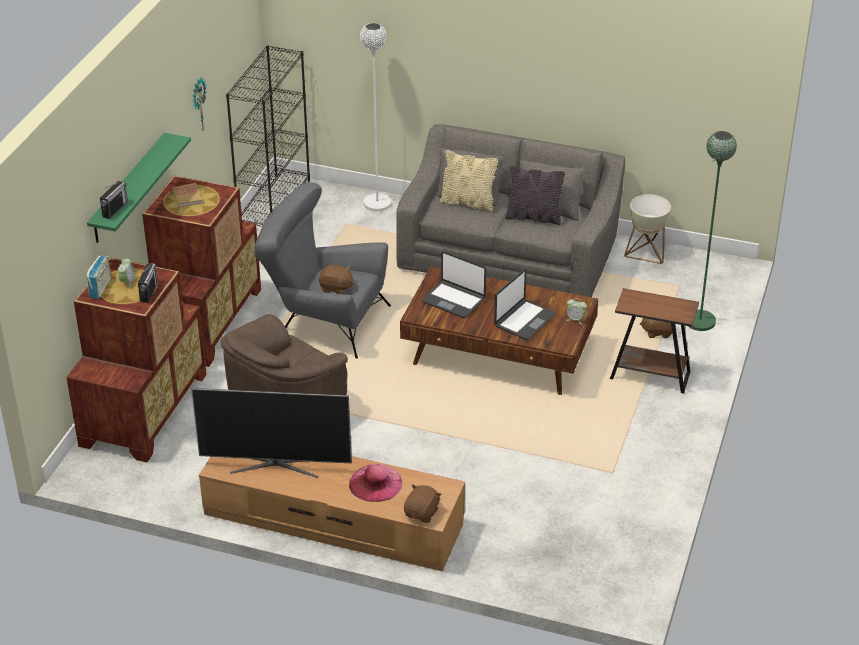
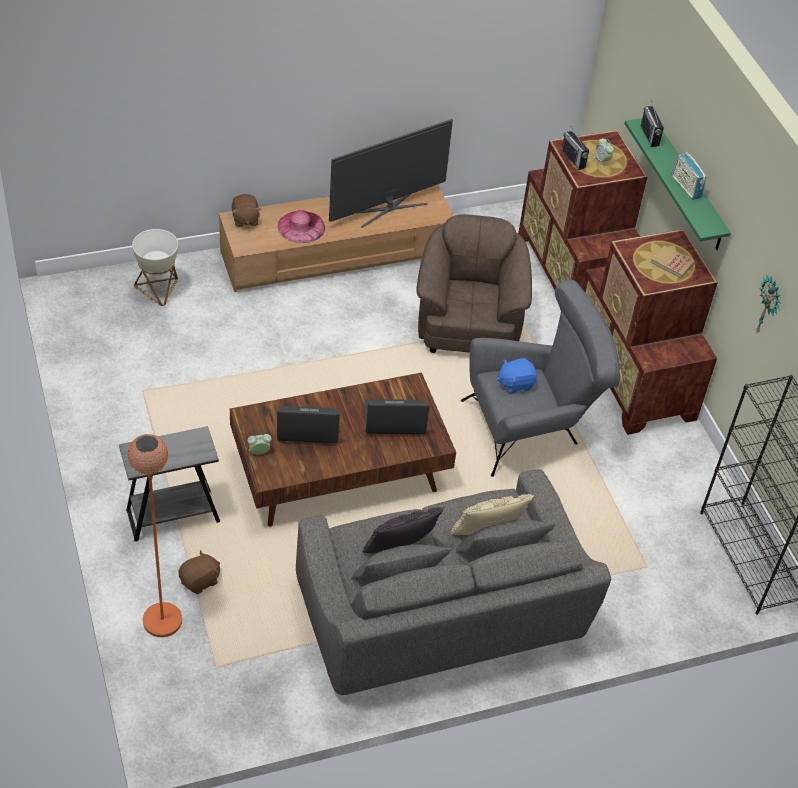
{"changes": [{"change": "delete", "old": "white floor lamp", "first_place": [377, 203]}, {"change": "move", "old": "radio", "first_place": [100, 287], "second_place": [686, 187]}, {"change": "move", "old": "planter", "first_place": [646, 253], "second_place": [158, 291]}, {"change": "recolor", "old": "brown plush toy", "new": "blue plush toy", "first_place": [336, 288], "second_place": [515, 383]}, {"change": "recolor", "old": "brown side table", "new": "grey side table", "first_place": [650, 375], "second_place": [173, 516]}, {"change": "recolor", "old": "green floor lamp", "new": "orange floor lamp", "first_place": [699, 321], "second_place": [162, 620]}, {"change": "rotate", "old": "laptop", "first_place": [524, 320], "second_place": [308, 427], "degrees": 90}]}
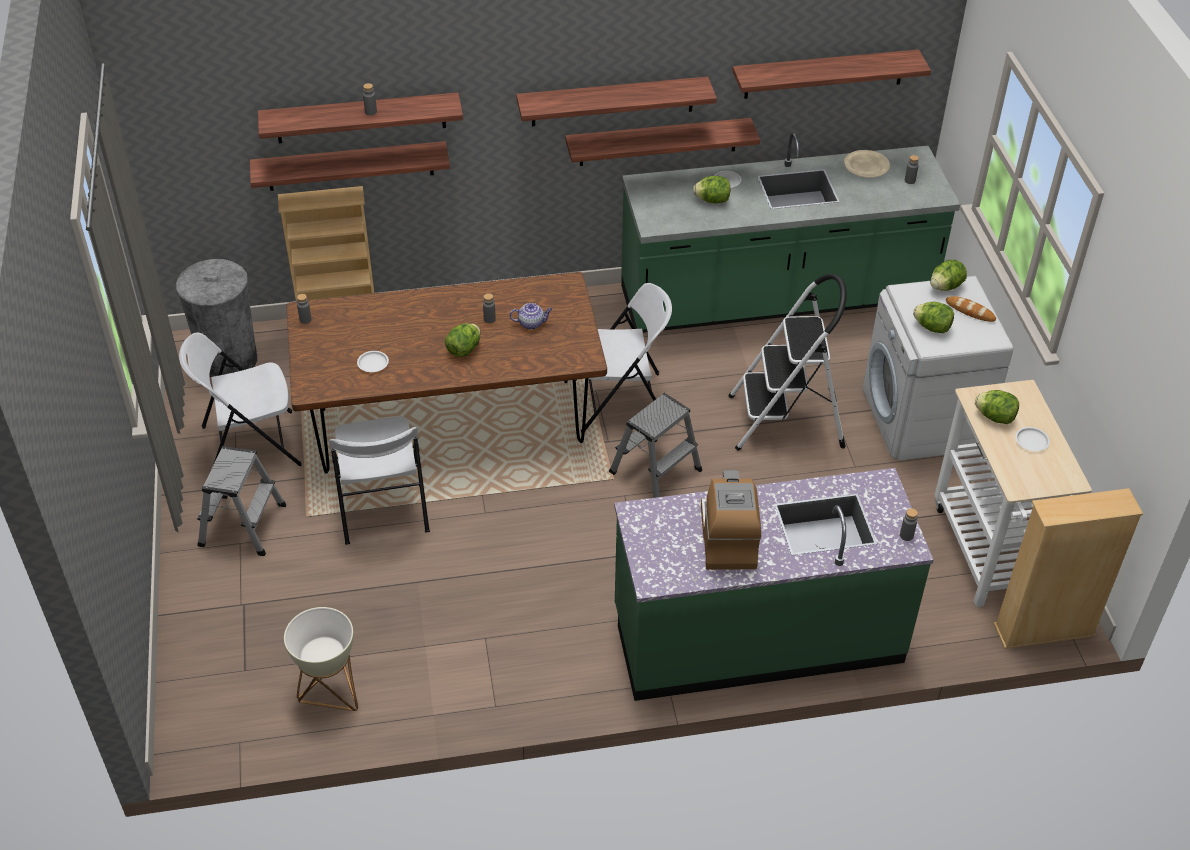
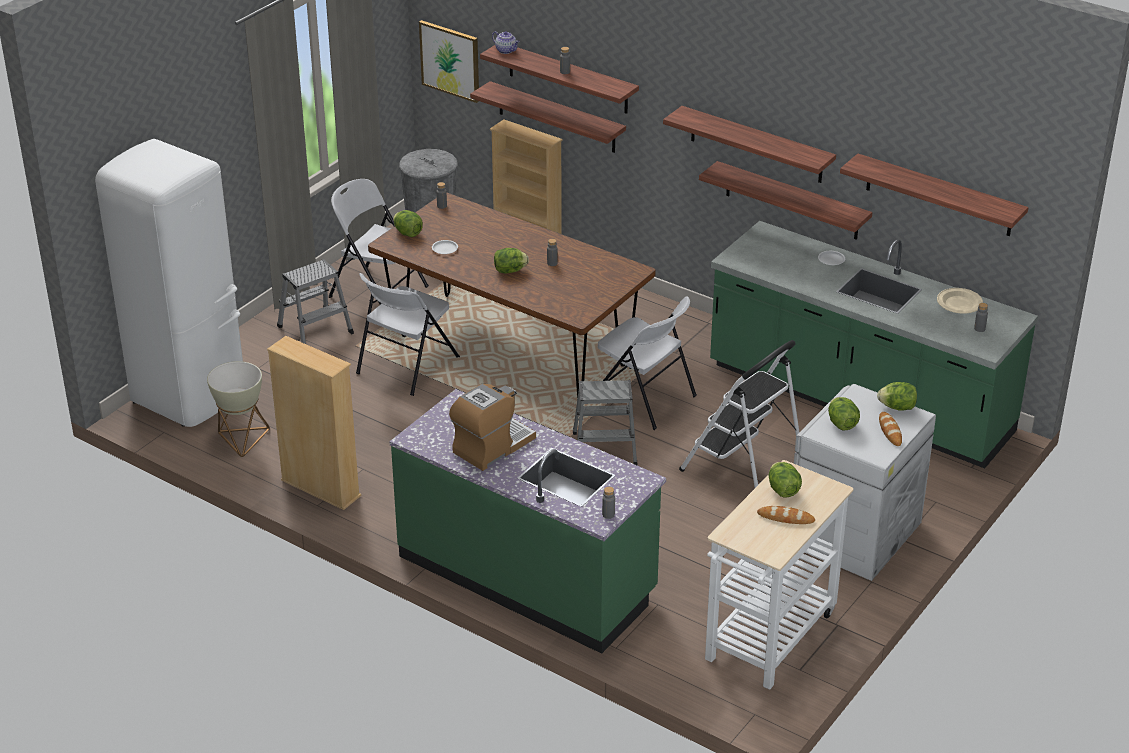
{"changes": [{"change": "insert", "new": "white fridge", "second_place": [193, 396]}, {"change": "insert", "new": "picture", "second_place": [450, 60]}, {"change": "move", "old": "teapot", "first_place": [531, 323], "second_place": [506, 50]}, {"change": "move", "old": "lettuce", "first_place": [712, 200], "second_place": [408, 233]}, {"change": "move", "old": "beige bookcase", "first_place": [1043, 630], "second_place": [320, 488]}, {"change": "replace", "old": "white plate", "new": "bread", "first_place": [1031, 441], "second_place": [785, 518]}]}
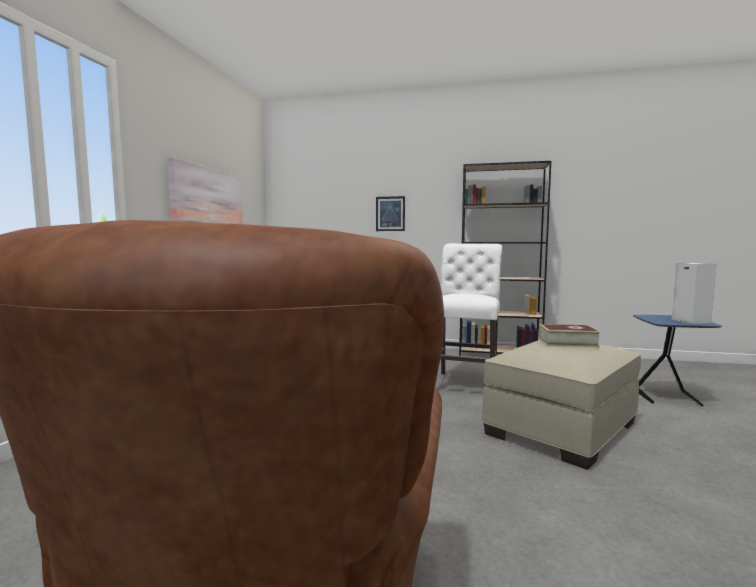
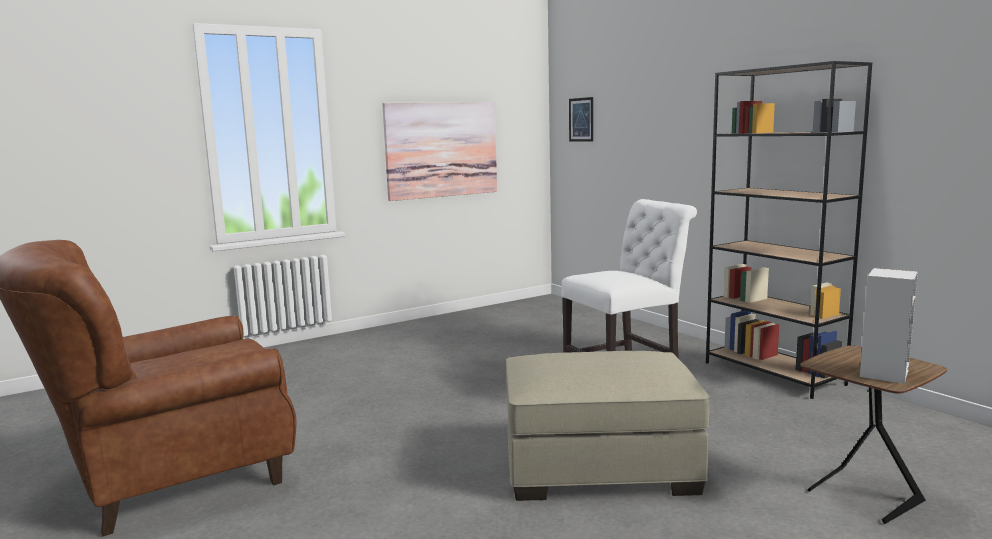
{"changes": [{"change": "delete", "old": "book", "first_place": [567, 342]}, {"change": "move", "old": "picture", "first_place": [390, 213], "second_place": [581, 119]}, {"change": "recolor", "old": "blue side table", "new": "brown side table", "first_place": [668, 398], "second_place": [862, 496]}]}
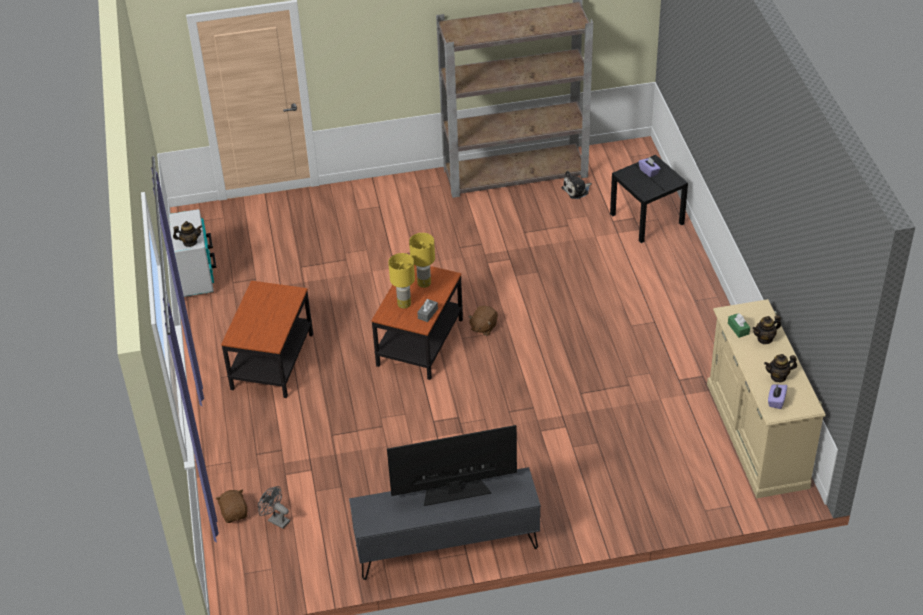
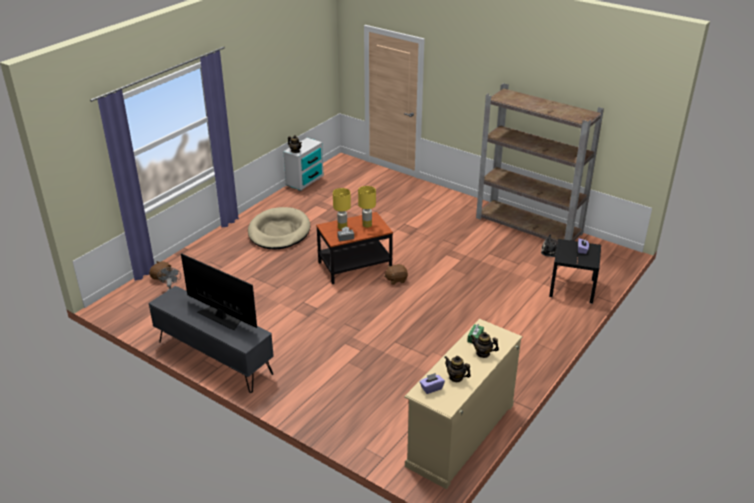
{"changes": [{"change": "replace", "old": "side table", "new": "beige dog bed", "first_place": [272, 361], "second_place": [279, 232]}]}
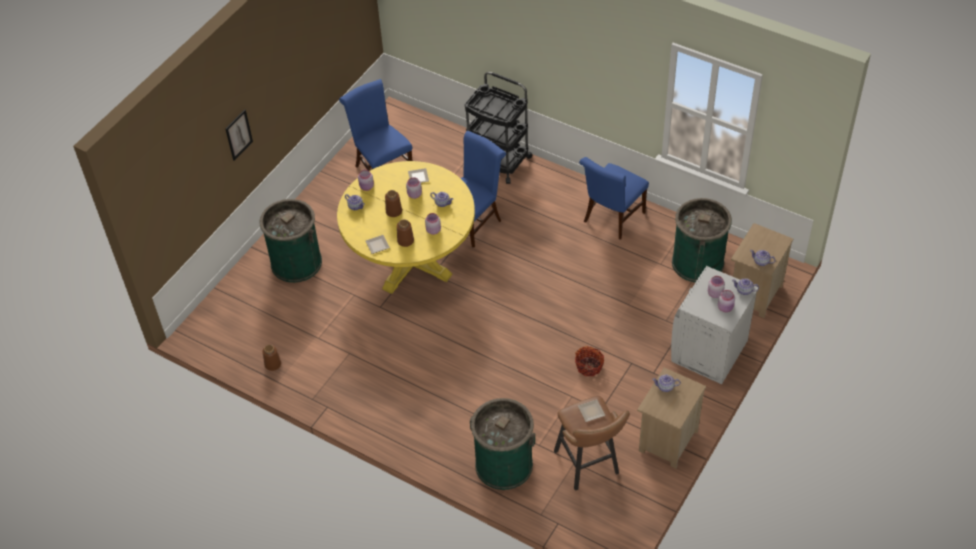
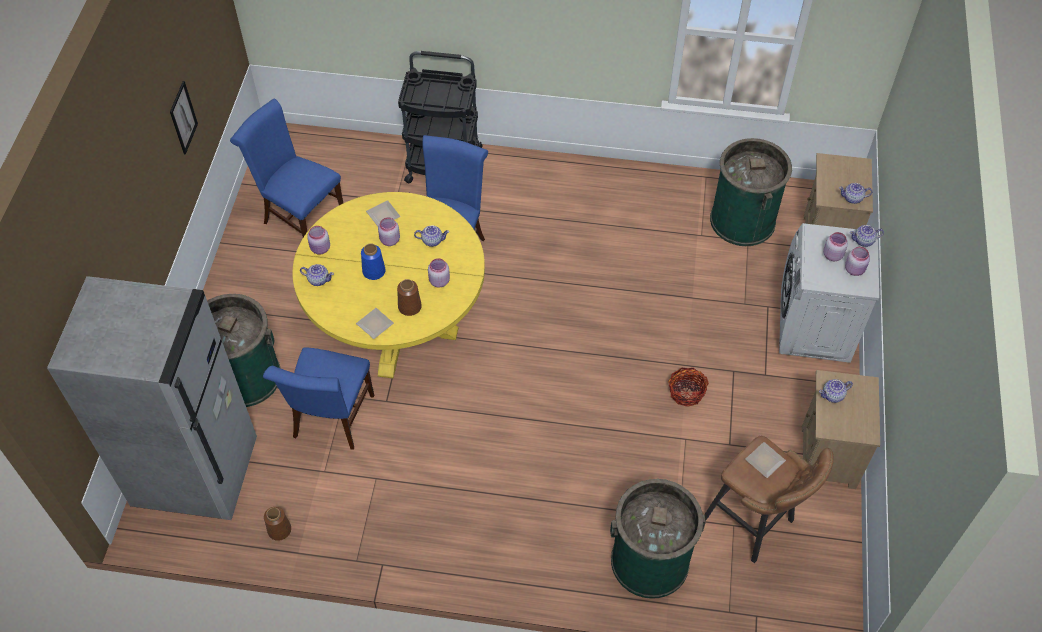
{"changes": [{"change": "insert", "new": "grey fridge", "second_place": [194, 469]}, {"change": "move", "old": "picture", "first_place": [238, 135], "second_place": [183, 118]}, {"change": "move", "old": "blue chair", "first_place": [612, 219], "second_place": [331, 420]}, {"change": "recolor", "old": "brown vase", "new": "blue vase", "first_place": [394, 212], "second_place": [374, 271]}]}
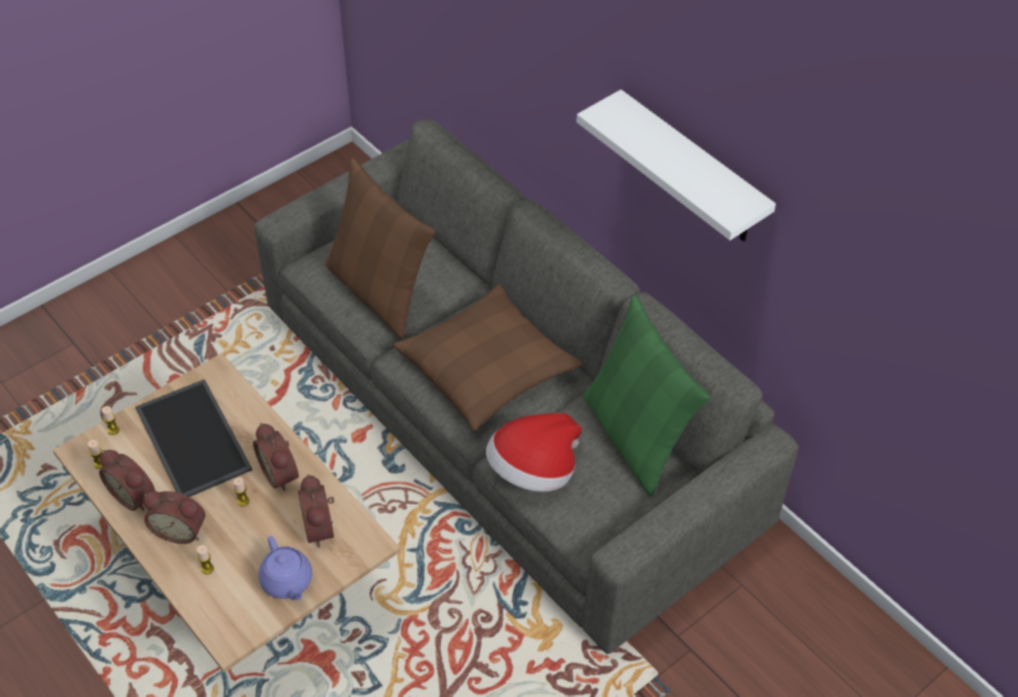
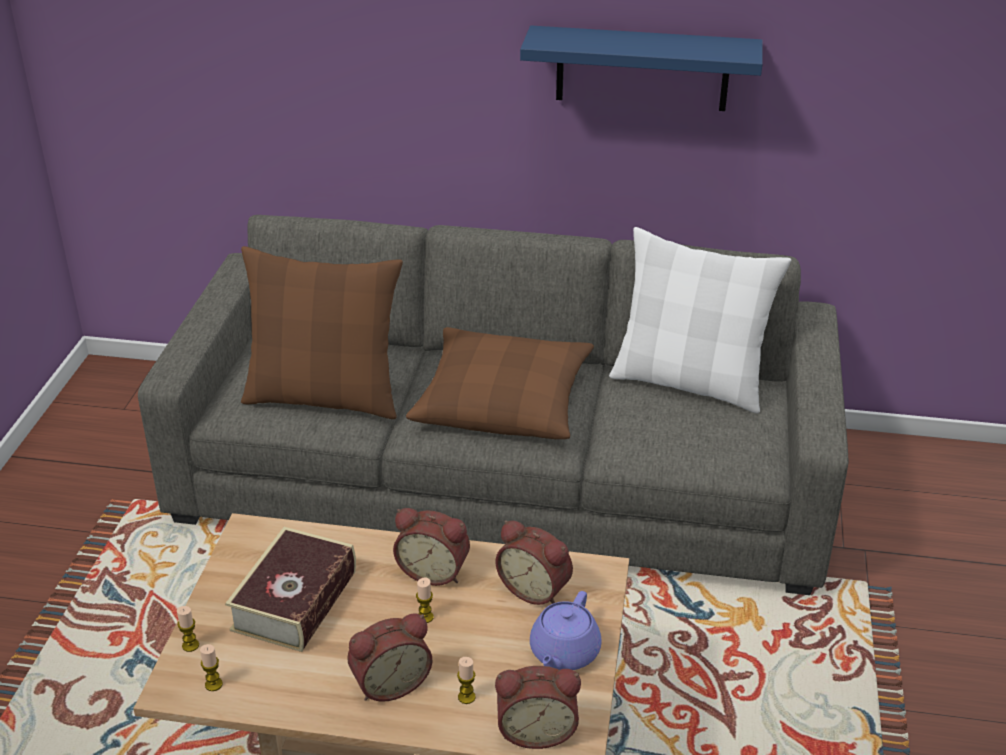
{"changes": [{"change": "delete", "old": "hat", "first_place": [533, 471]}, {"change": "move", "old": "alarm clock", "first_place": [135, 494], "second_place": [536, 729]}, {"change": "replace", "old": "tray", "new": "book", "first_place": [190, 439], "second_place": [295, 600]}, {"change": "recolor", "old": "white shelf", "new": "blue shelf", "first_place": [691, 170], "second_place": [642, 68]}, {"change": "recolor", "old": "green pillow", "new": "white pillow", "first_place": [634, 437], "second_place": [689, 383]}, {"change": "rotate", "old": "purple teapot", "first_place": [287, 581], "second_place": [564, 653], "degrees": 90}]}
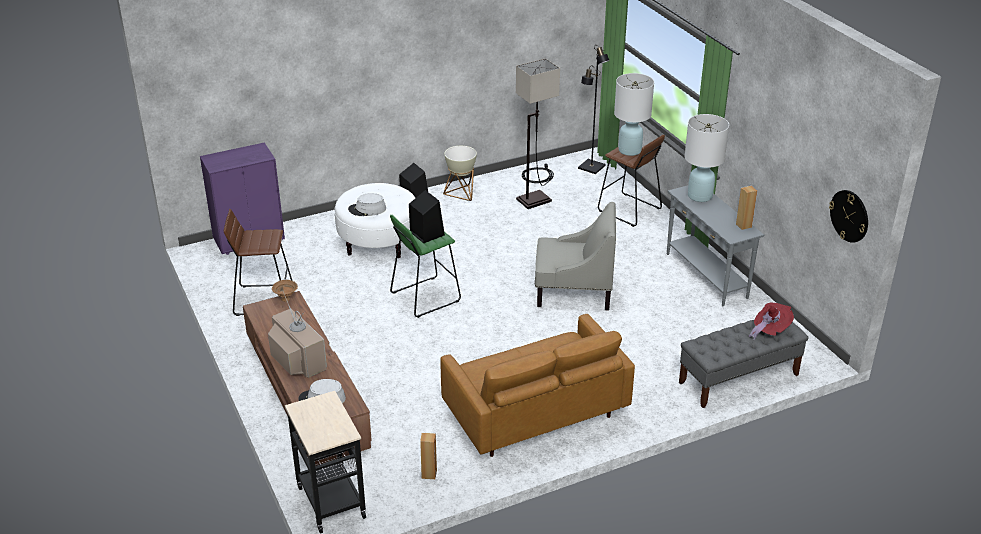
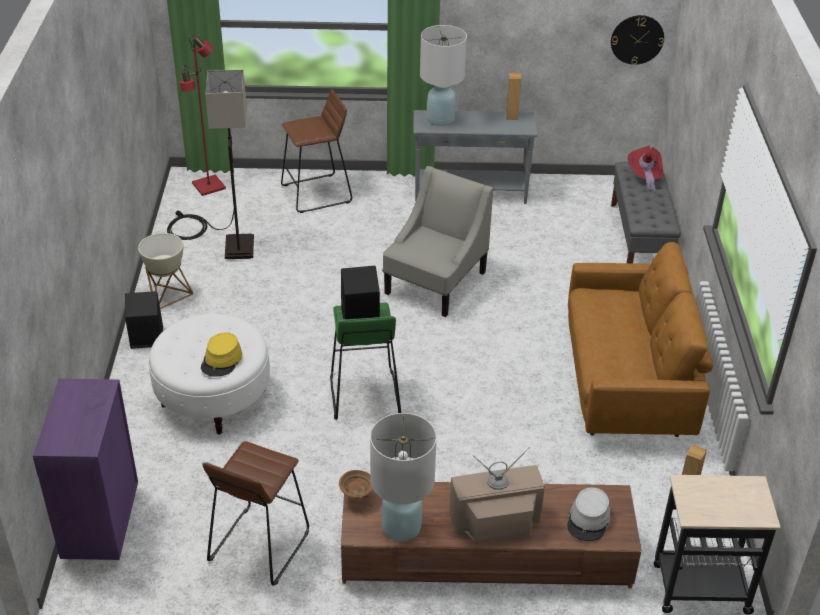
{"changes": [{"change": "move", "old": "white table lamp", "first_place": [630, 150], "second_place": [401, 527]}, {"change": "recolor", "old": "grey hat", "new": "yellow hat", "first_place": [367, 209], "second_place": [222, 360]}, {"change": "recolor", "old": "black floor lamp", "new": "red floor lamp", "first_place": [591, 167], "second_place": [208, 186]}]}
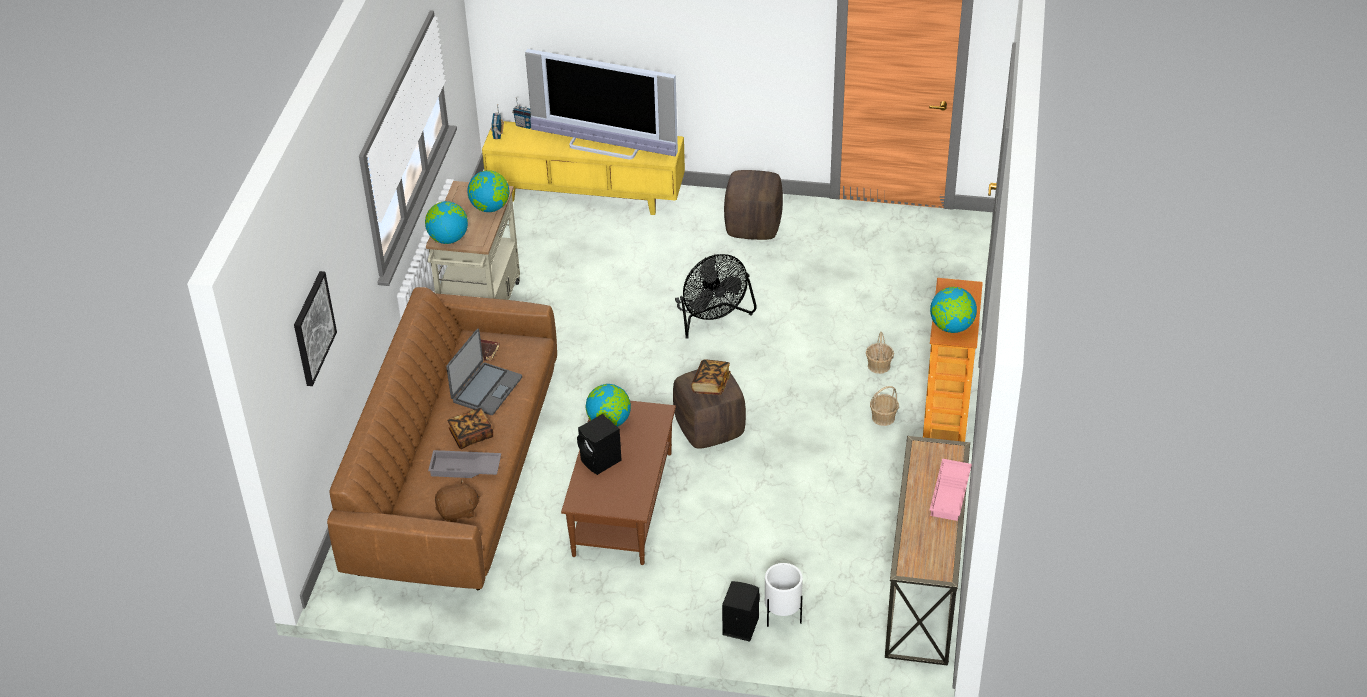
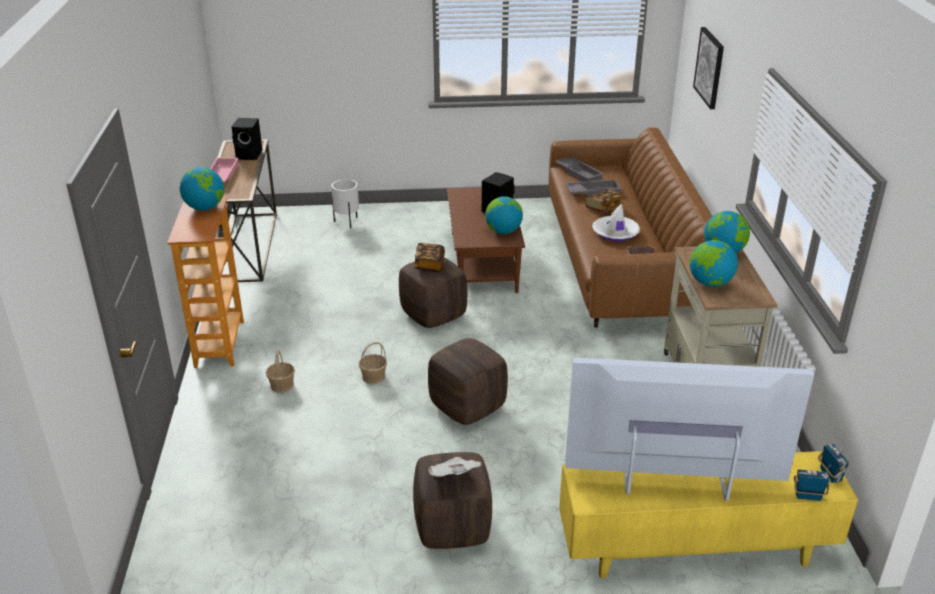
{"changes": [{"change": "insert", "new": "newspaper", "second_place": [454, 477]}, {"change": "move", "old": "black speaker", "first_place": [739, 626], "second_place": [250, 155]}, {"change": "move", "old": "basket", "first_place": [883, 417], "second_place": [373, 377]}, {"change": "replace", "old": "brown plush toy", "new": "grey tray", "first_place": [458, 512], "second_place": [579, 173]}, {"change": "replace", "old": "laptop", "new": "white hat", "first_place": [486, 389], "second_place": [615, 233]}, {"change": "replace", "old": "black fan", "new": "brown ottoman", "first_place": [709, 318], "second_place": [467, 407]}]}
